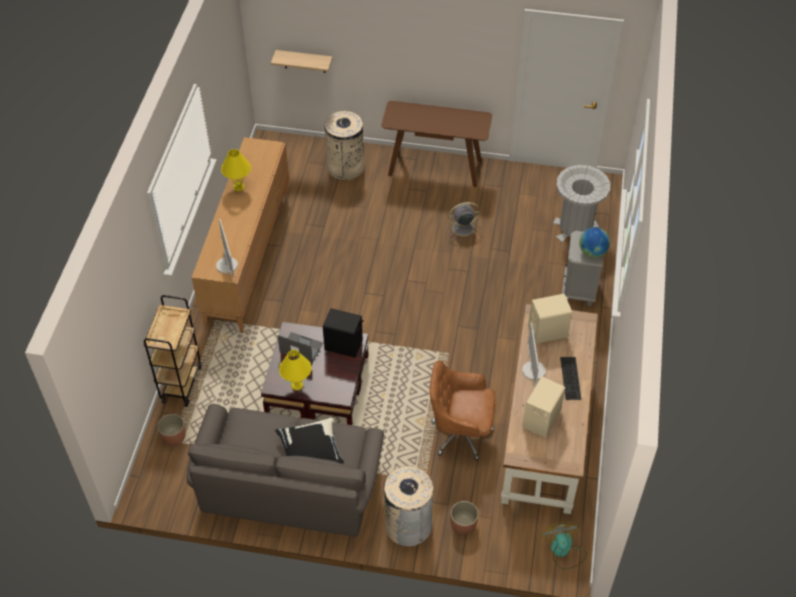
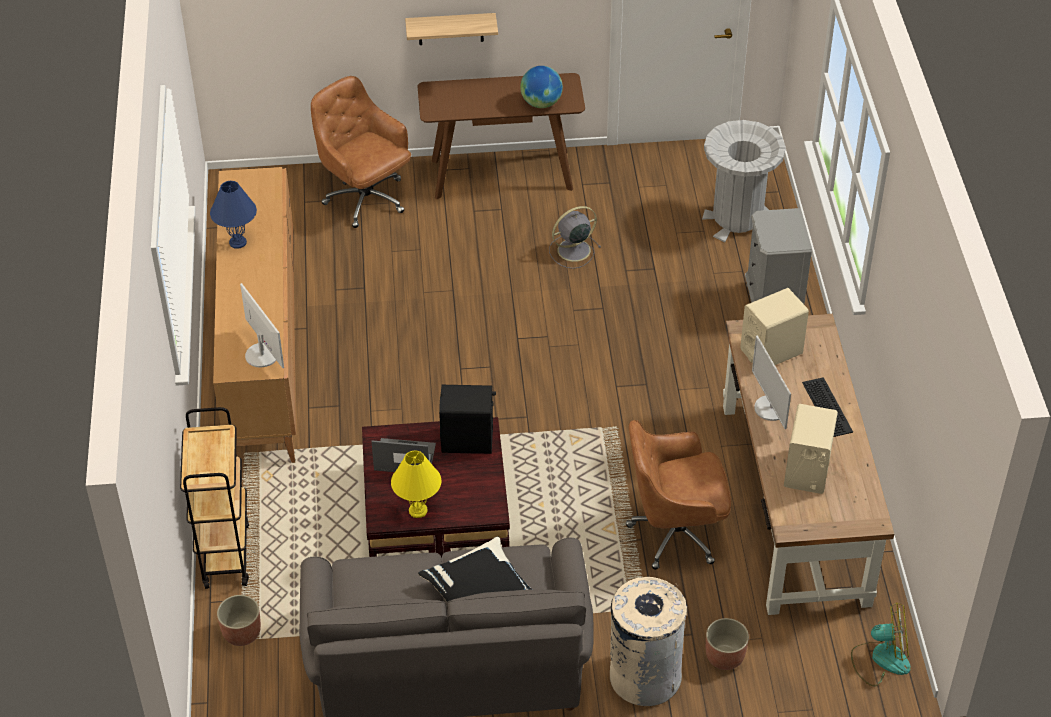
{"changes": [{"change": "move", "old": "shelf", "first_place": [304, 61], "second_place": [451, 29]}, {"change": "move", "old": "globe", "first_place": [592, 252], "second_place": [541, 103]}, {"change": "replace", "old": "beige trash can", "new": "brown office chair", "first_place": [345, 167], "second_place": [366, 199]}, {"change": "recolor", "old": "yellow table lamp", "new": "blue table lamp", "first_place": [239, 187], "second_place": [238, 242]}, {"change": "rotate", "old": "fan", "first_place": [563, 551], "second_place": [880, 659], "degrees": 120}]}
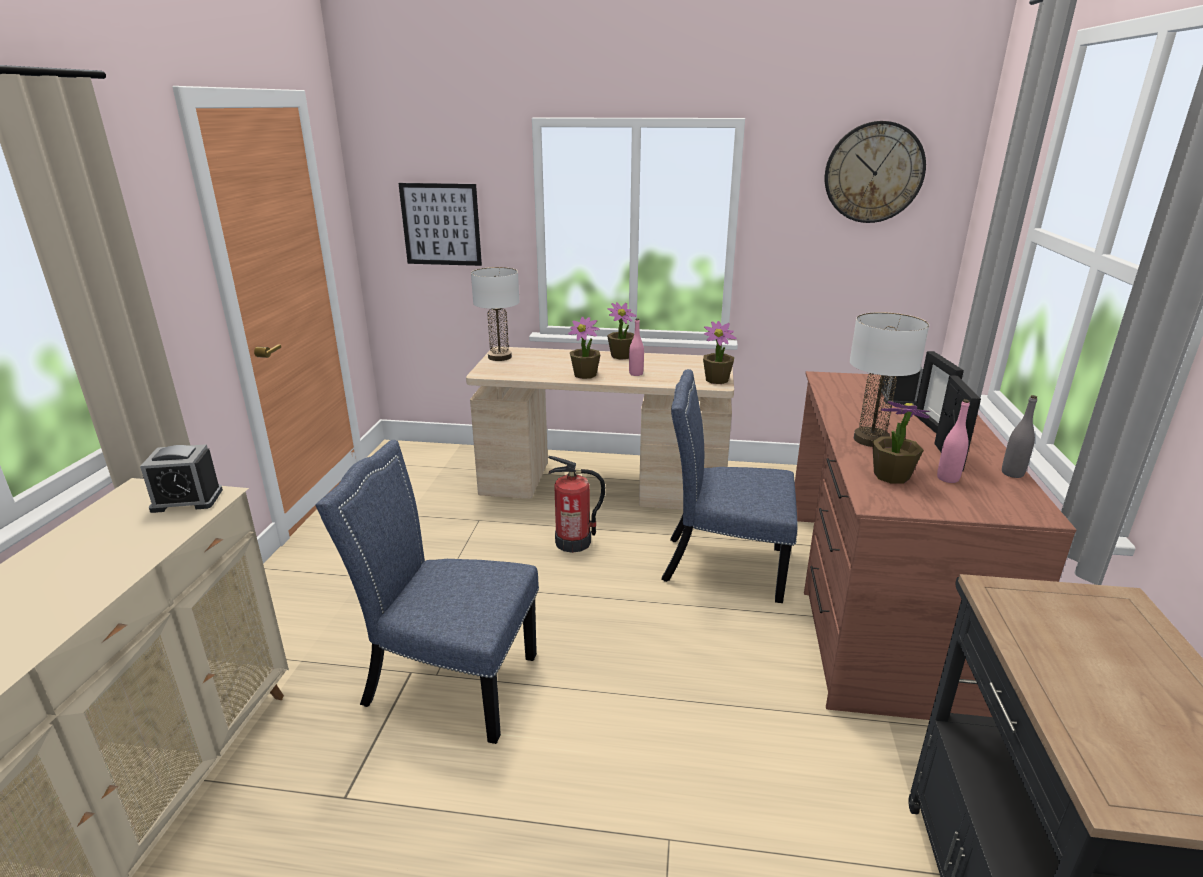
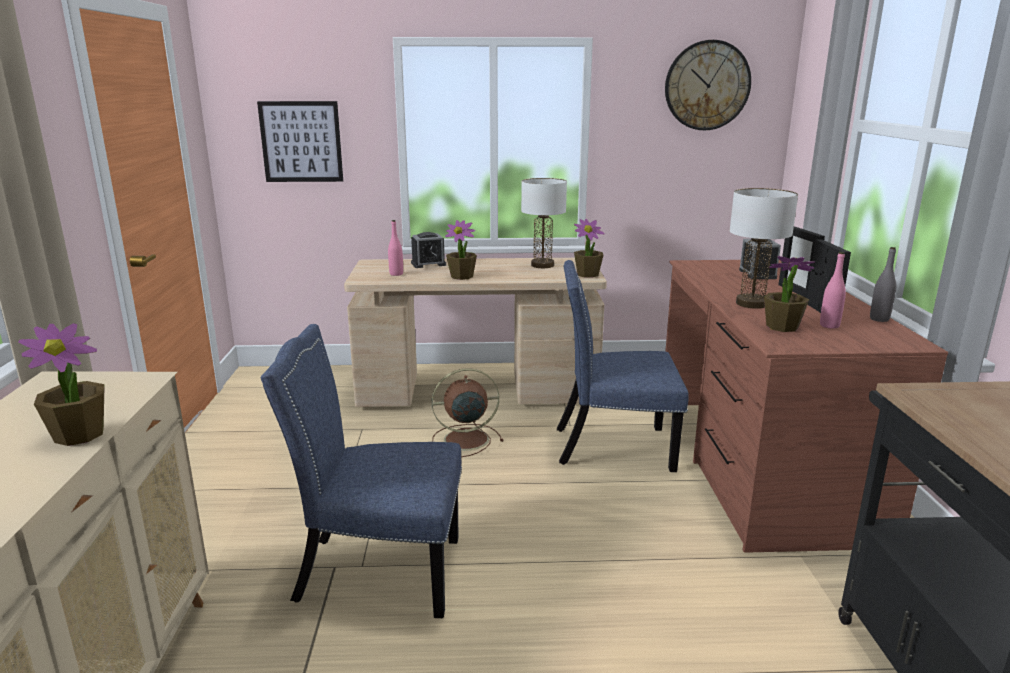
{"changes": [{"change": "move", "old": "alarm clock", "first_place": [187, 500], "second_place": [428, 264]}, {"change": "move", "old": "table lamp", "first_place": [499, 357], "second_place": [542, 265]}, {"change": "move", "old": "potted plant", "first_place": [621, 356], "second_place": [80, 434]}, {"change": "move", "old": "pink bottle", "first_place": [636, 374], "second_place": [396, 274]}, {"change": "replace", "old": "fire extinguisher", "new": "brown fan", "first_place": [574, 542], "second_place": [464, 440]}]}
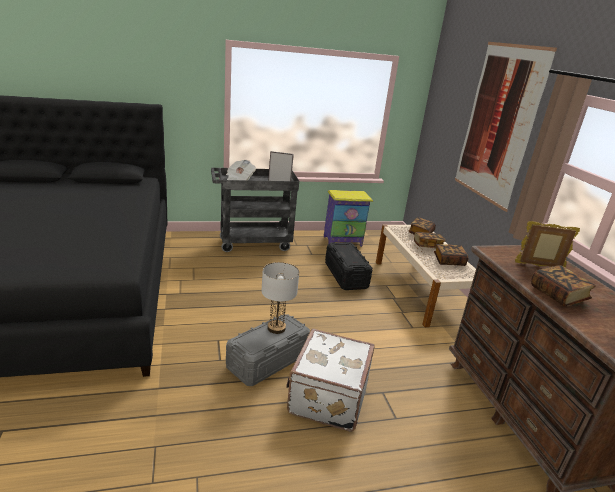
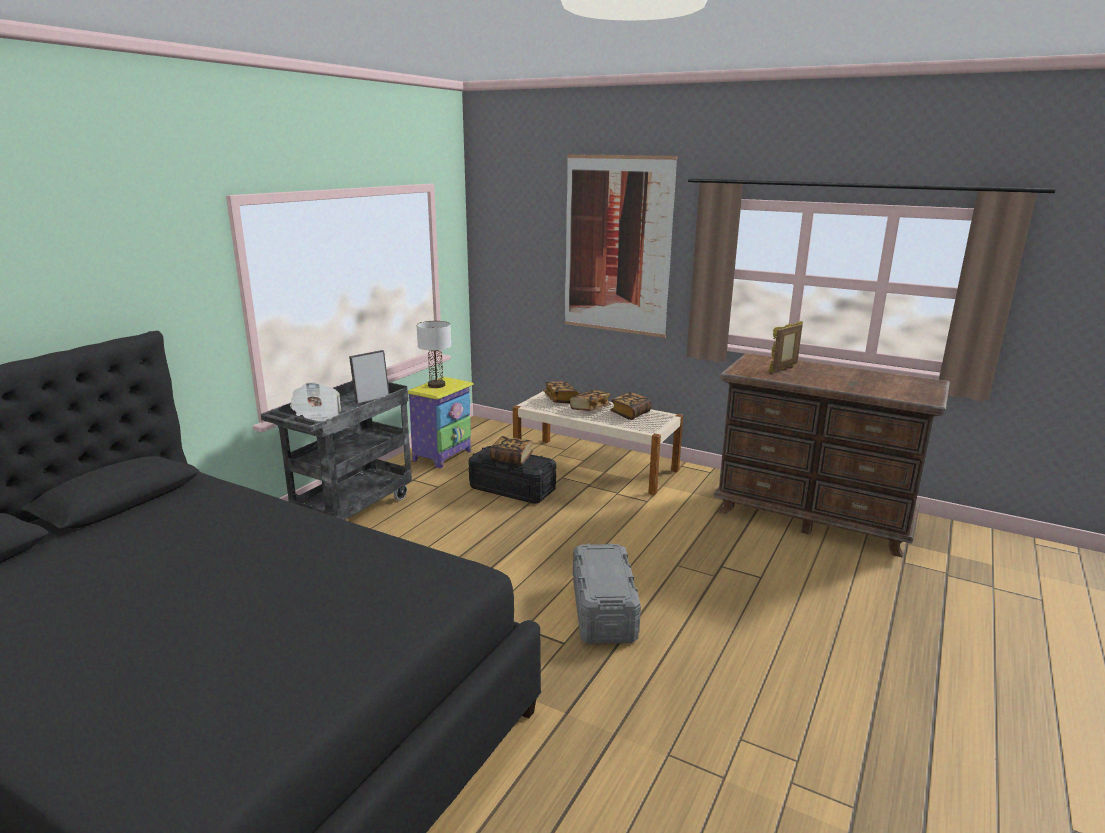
{"changes": [{"change": "delete", "old": "white suitcase", "first_place": [326, 397]}, {"change": "move", "old": "table lamp", "first_place": [276, 328], "second_place": [436, 385]}, {"change": "move", "old": "book", "first_place": [558, 295], "second_place": [511, 459]}]}
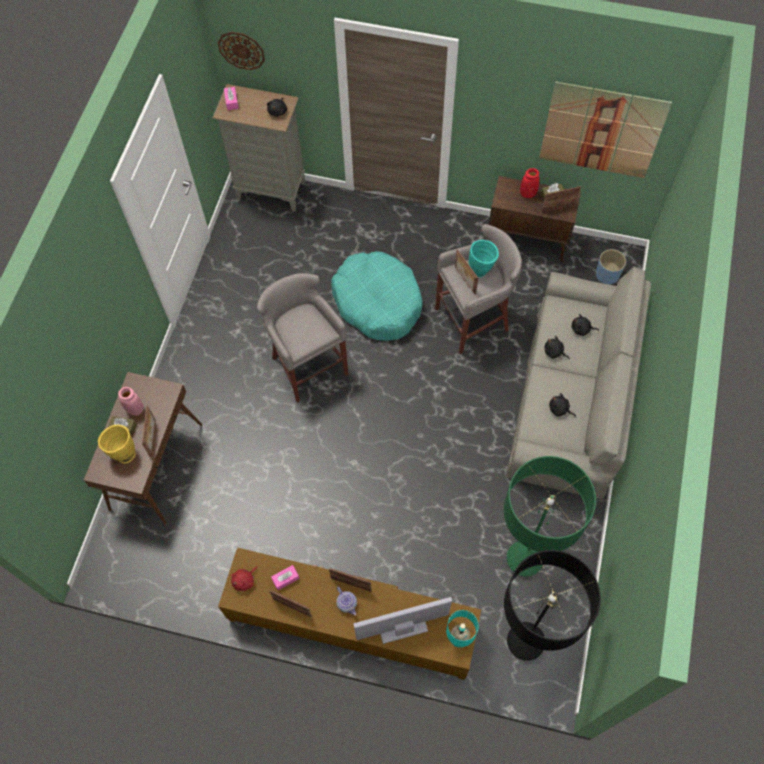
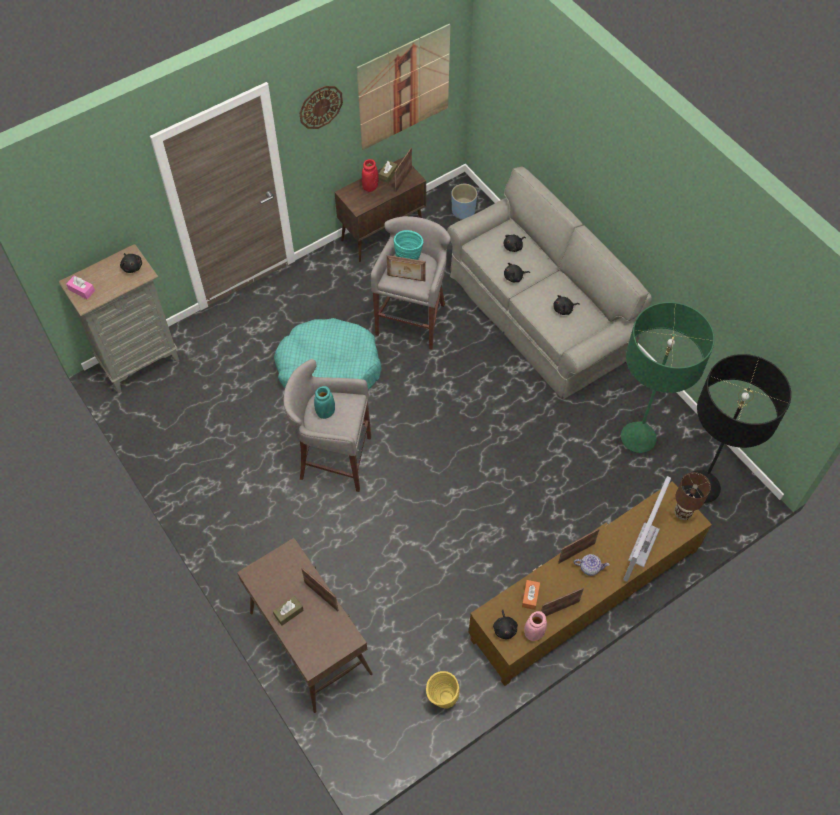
{"changes": [{"change": "insert", "new": "turquoise vase", "second_place": [325, 412]}, {"change": "move", "old": "yellow vase", "first_place": [123, 452], "second_place": [441, 699]}, {"change": "move", "old": "pink vase", "first_place": [135, 409], "second_place": [534, 633]}, {"change": "move", "old": "wall clock", "first_place": [241, 50], "second_place": [320, 107]}, {"change": "recolor", "old": "red plush toy", "new": "black plush toy", "first_place": [244, 580], "second_place": [505, 628]}, {"change": "recolor", "old": "pink tissue box", "new": "orange tissue box", "first_place": [285, 579], "second_place": [530, 596]}, {"change": "recolor", "old": "turquoise table lamp", "new": "brown table lamp", "first_place": [459, 639], "second_place": [683, 513]}]}
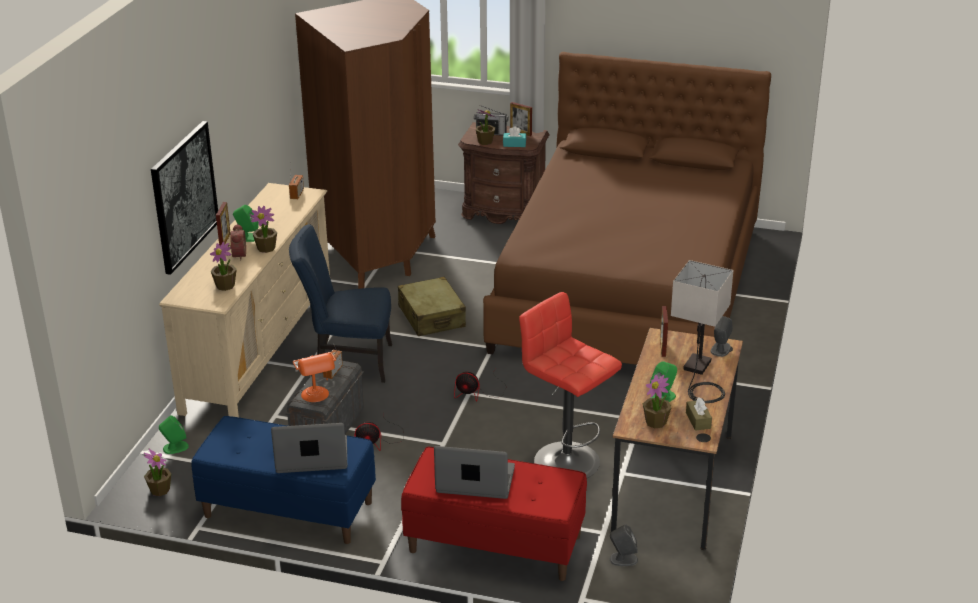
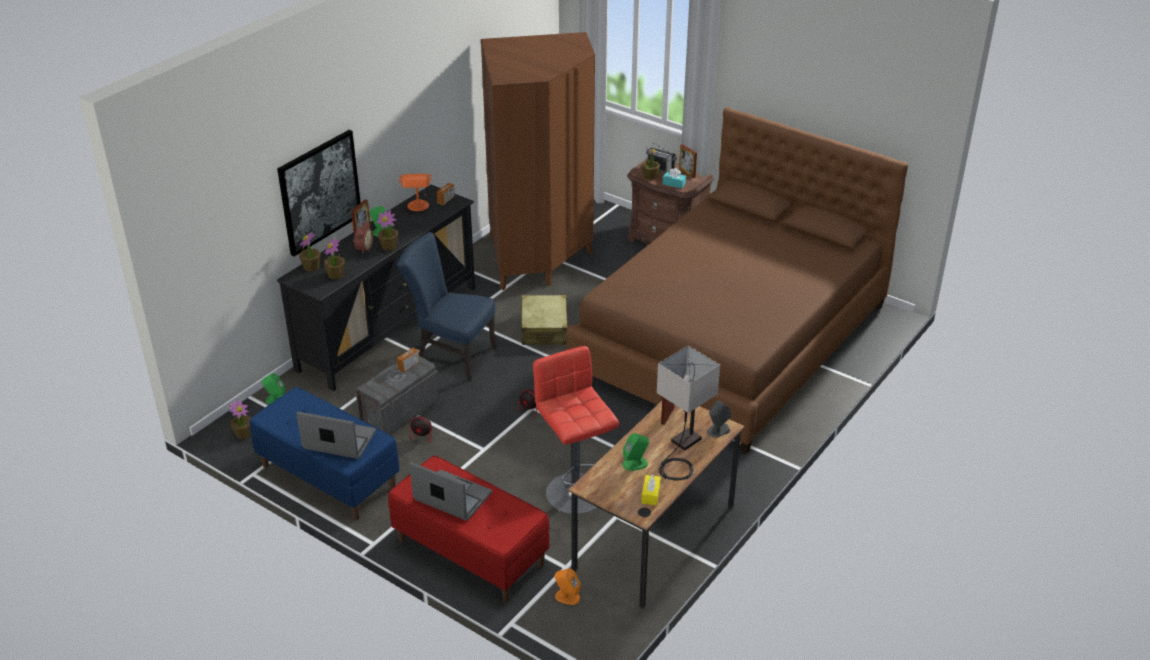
{"changes": [{"change": "move", "old": "orange table lamp", "first_place": [317, 397], "second_place": [418, 208]}, {"change": "move", "old": "potted plant", "first_place": [656, 422], "second_place": [311, 267]}, {"change": "recolor", "old": "beige dresser", "new": "black dresser", "first_place": [260, 351], "second_place": [389, 328]}, {"change": "recolor", "old": "grey speaker", "new": "orange speaker", "first_place": [623, 559], "second_place": [567, 597]}, {"change": "recolor", "old": "brown tissue box", "new": "yellow tissue box", "first_place": [698, 420], "second_place": [650, 494]}]}
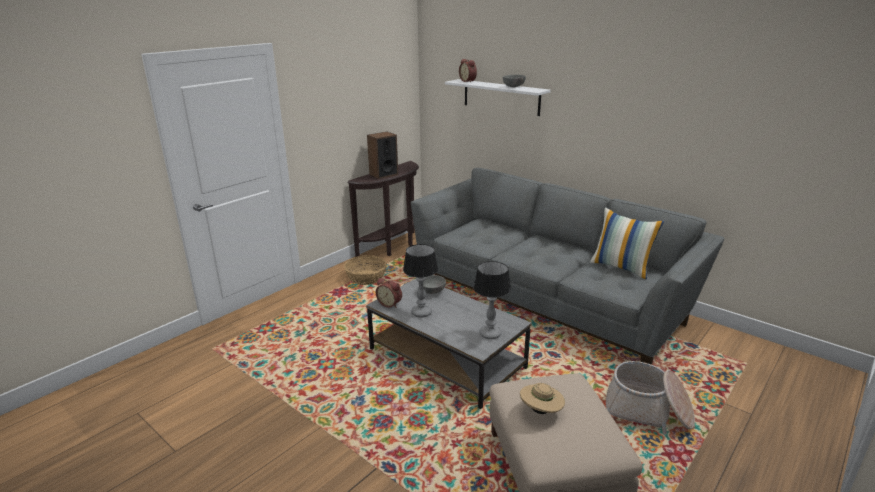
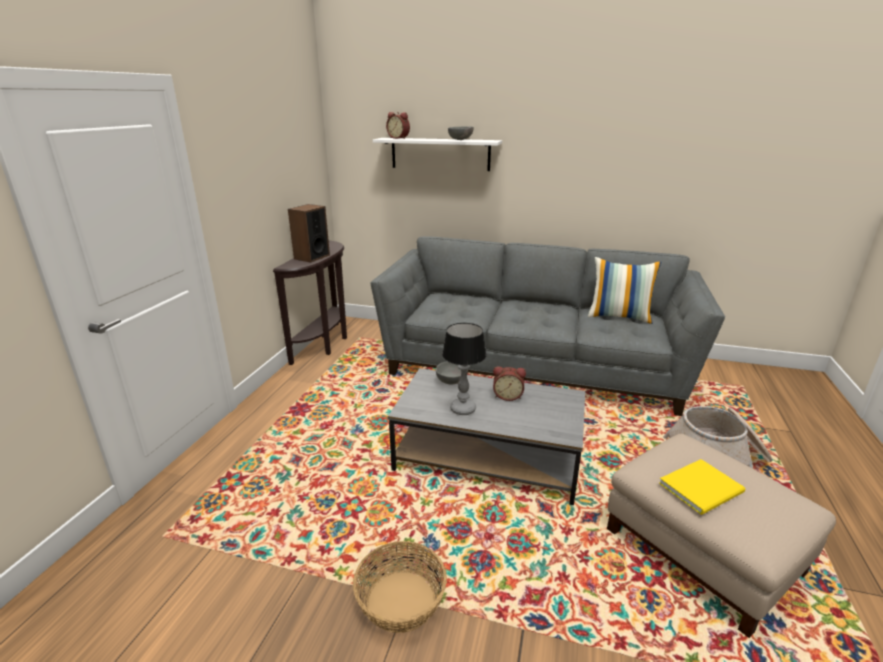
{"changes": [{"change": "delete", "old": "table lamp", "first_place": [490, 334]}, {"change": "move", "old": "basket", "first_place": [366, 277], "second_place": [400, 600]}, {"change": "move", "old": "alarm clock", "first_place": [390, 303], "second_place": [507, 396]}, {"change": "replace", "old": "beige hat", "new": "yellow book", "first_place": [541, 411], "second_place": [703, 488]}]}
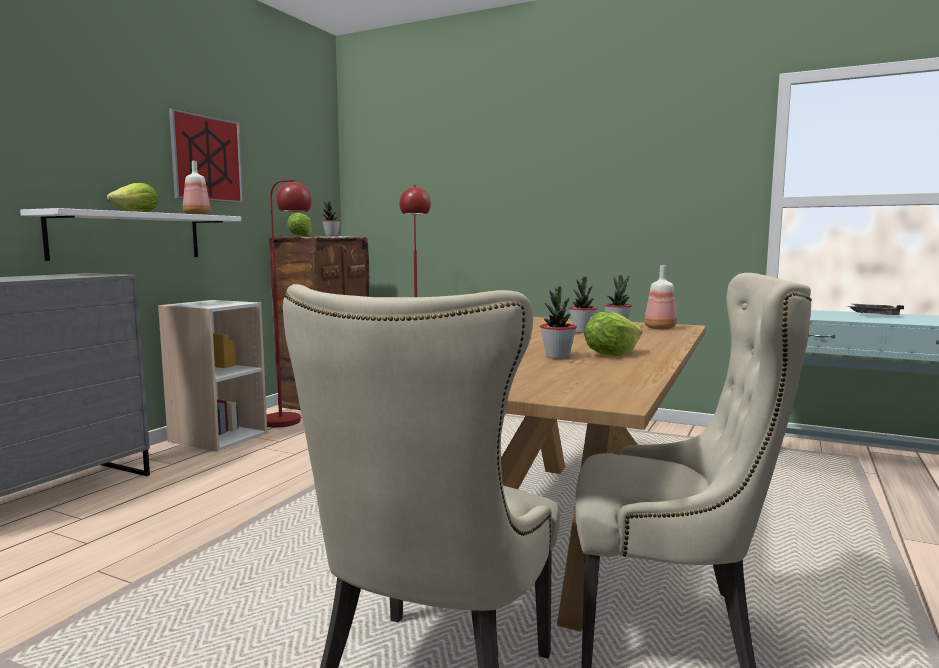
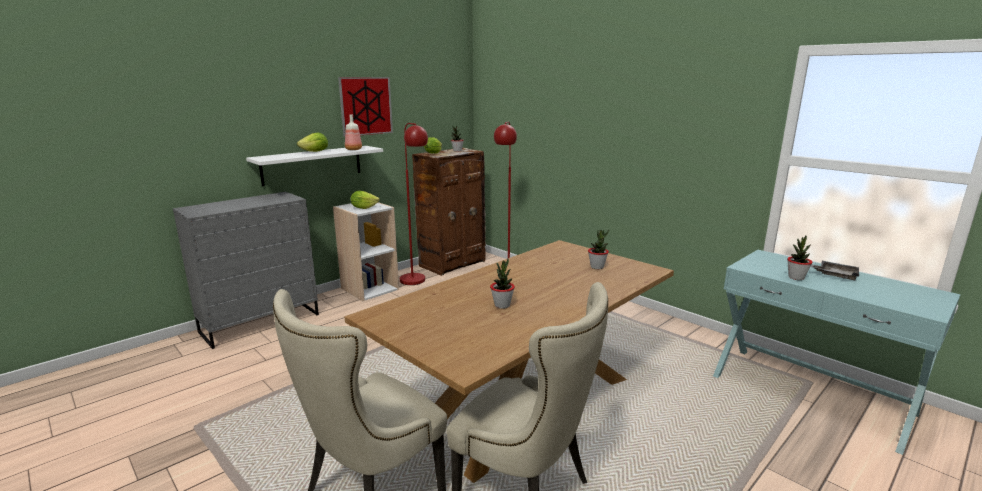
{"changes": [{"change": "delete", "old": "bottle", "first_place": [658, 328]}, {"change": "move", "old": "potted plant", "first_place": [582, 331], "second_place": [796, 277]}, {"change": "move", "old": "lettuce", "first_place": [611, 354], "second_place": [363, 208]}]}
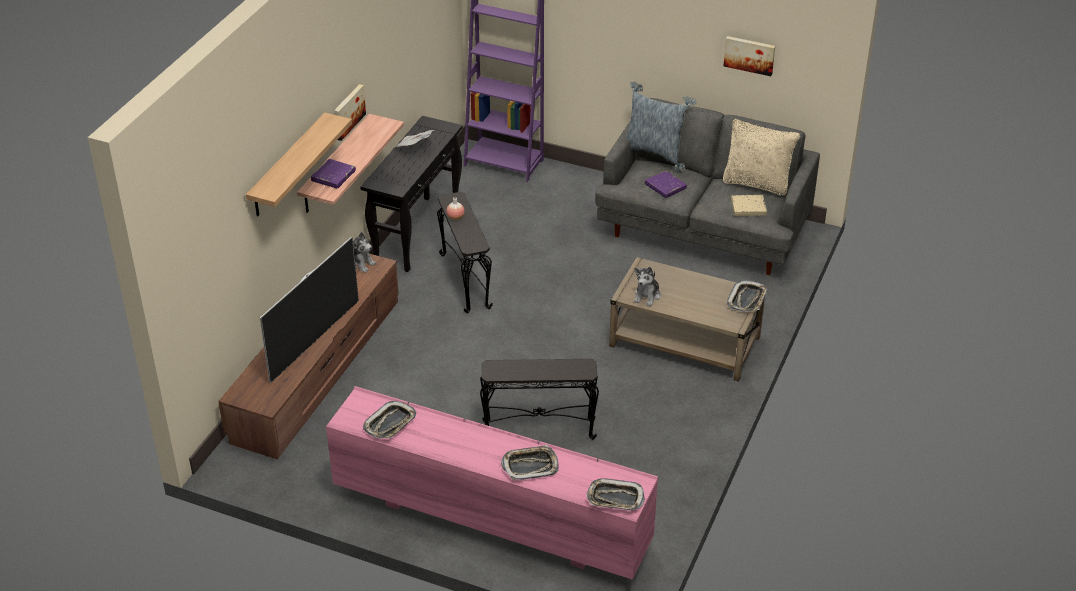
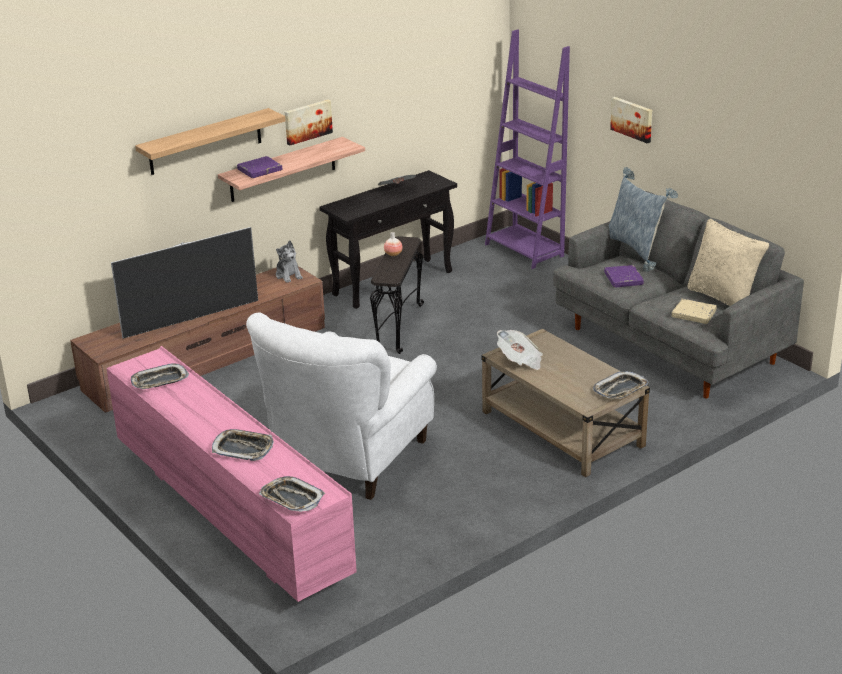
{"changes": [{"change": "move", "old": "picture", "first_place": [749, 55], "second_place": [632, 119]}, {"change": "replace", "old": "black side table", "new": "white armchair", "first_place": [539, 431], "second_place": [348, 459]}, {"change": "replace", "old": "plush toy", "new": "newspaper", "first_place": [647, 296], "second_place": [520, 361]}]}
